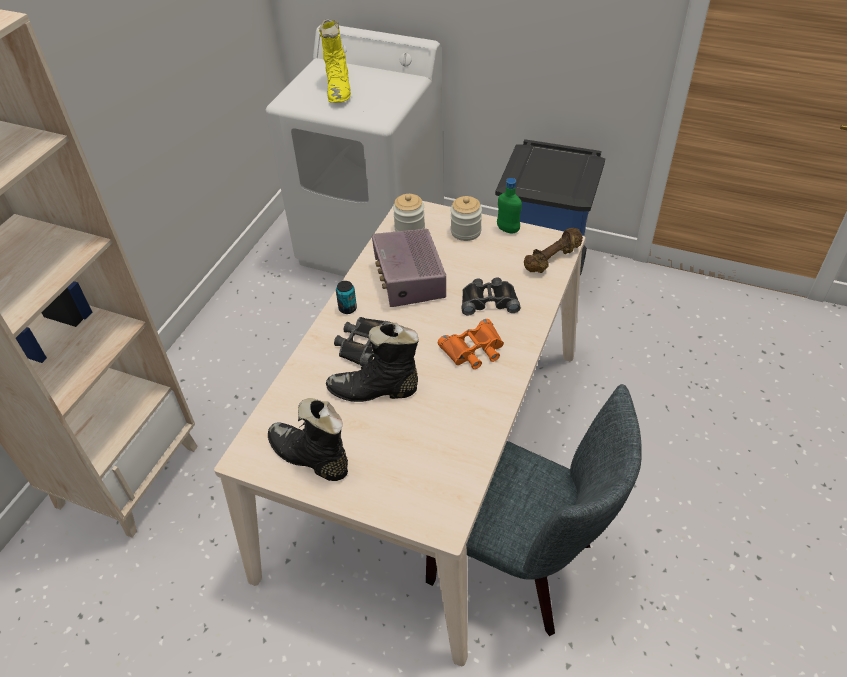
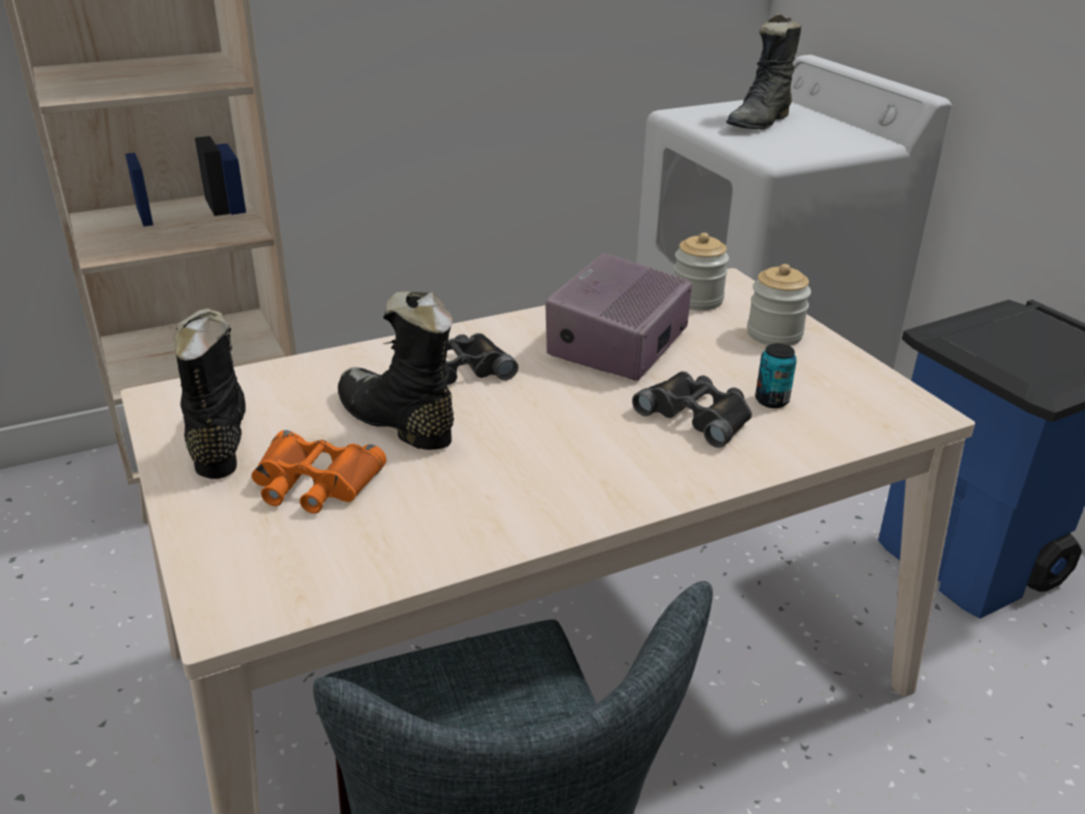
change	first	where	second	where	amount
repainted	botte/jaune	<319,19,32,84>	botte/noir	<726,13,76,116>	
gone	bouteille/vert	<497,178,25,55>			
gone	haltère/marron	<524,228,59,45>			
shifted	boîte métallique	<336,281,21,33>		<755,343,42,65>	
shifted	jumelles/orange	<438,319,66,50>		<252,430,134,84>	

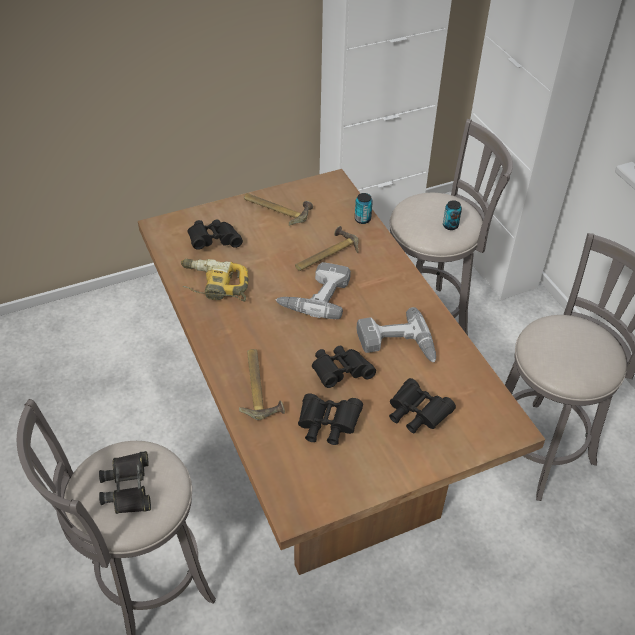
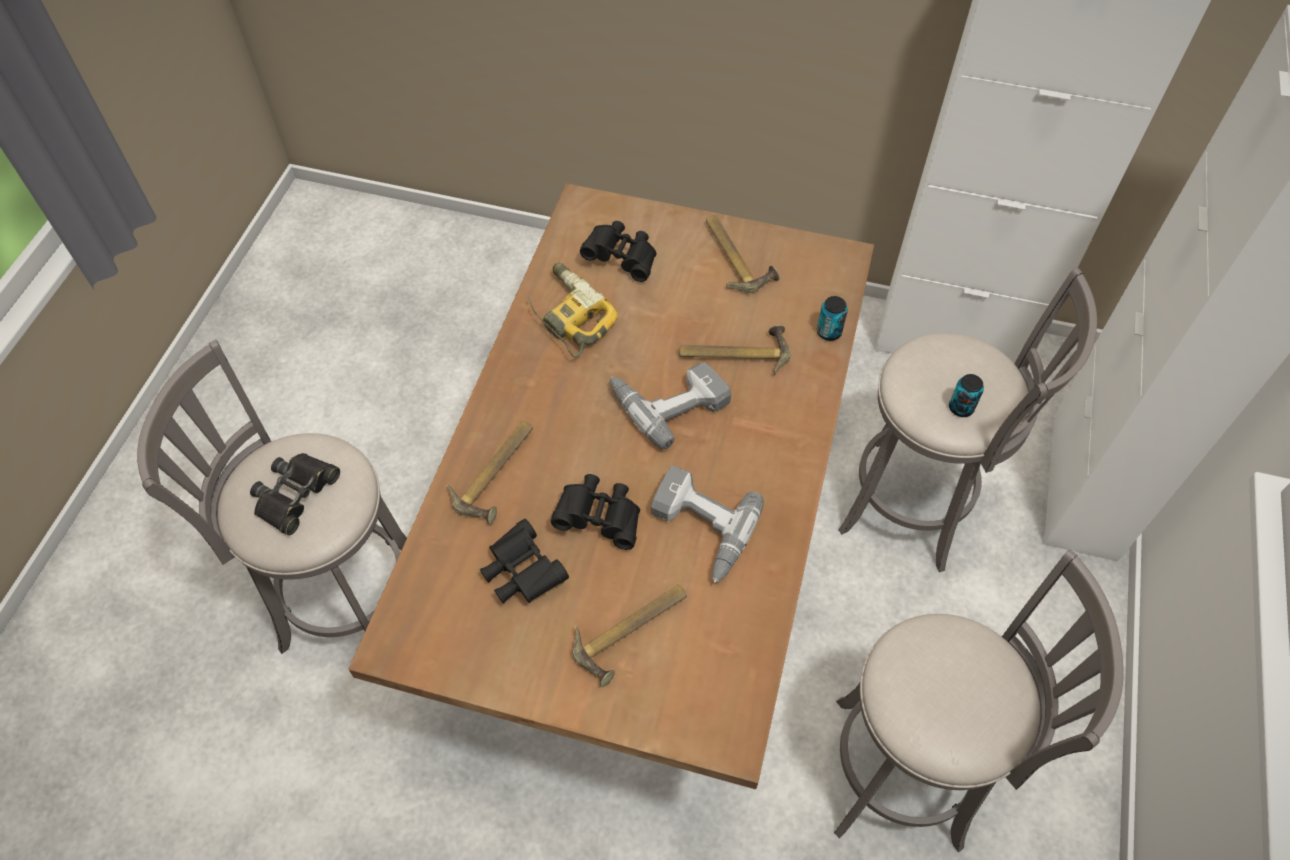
change	first	where	second	where	amount
swapped	jumelles/noir	<389,378,67,55>	marteau	<573,584,114,104>	

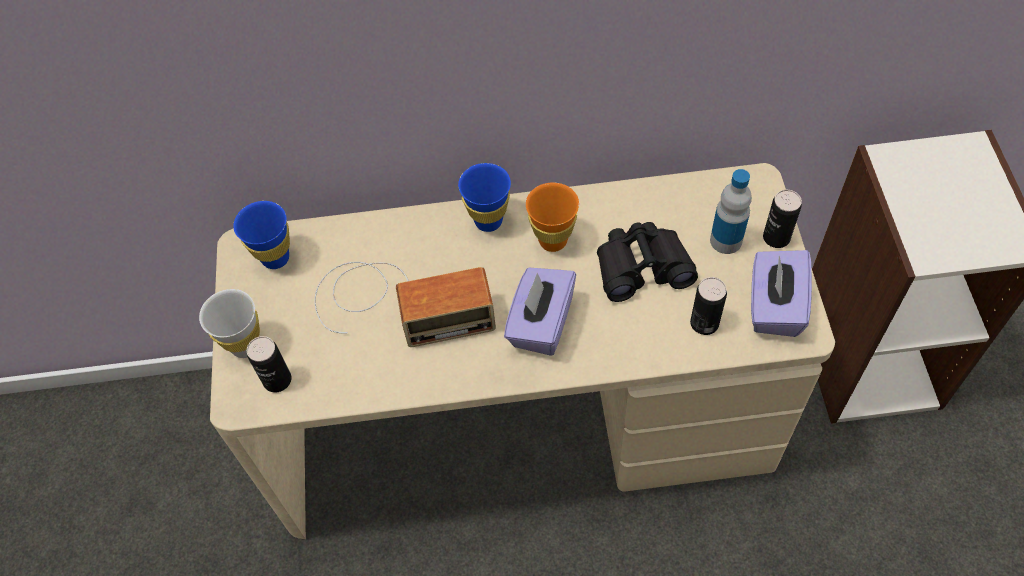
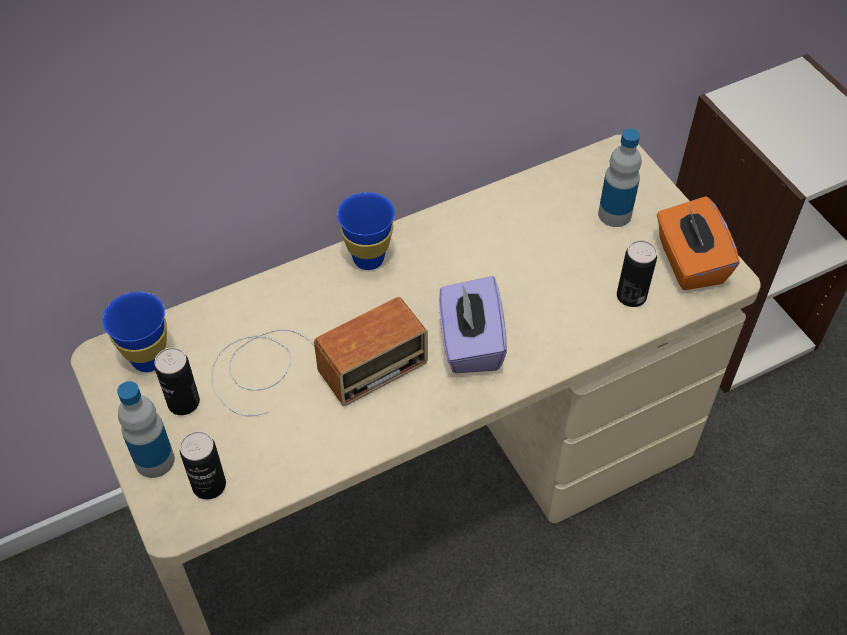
change	first	where	second	where	amount
gone	tasse/orange	<526,182,53,70>			
shifted	boîte métallique	<763,190,39,58>		<155,347,45,68>	
gone	jumelles/noir	<597,222,101,80>			
repainted	boîte à mouchoirs/violet	<751,250,61,87>	boîte à mouchoirs/orange	<657,196,83,94>	
swapped	tasse/blanc	<199,289,61,69>	bouteille	<117,381,58,97>	

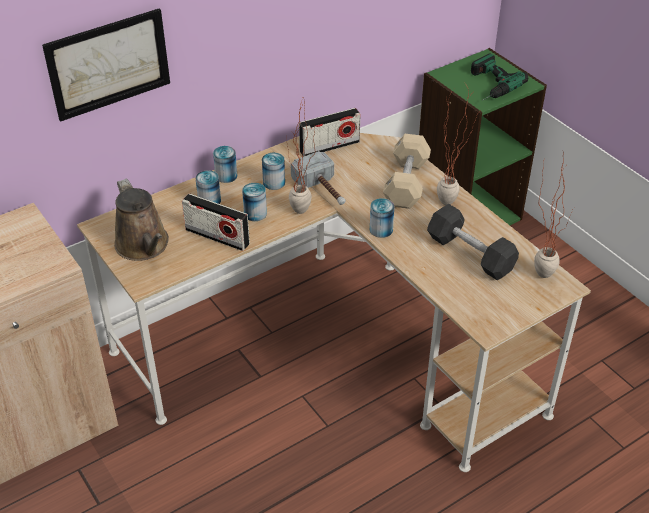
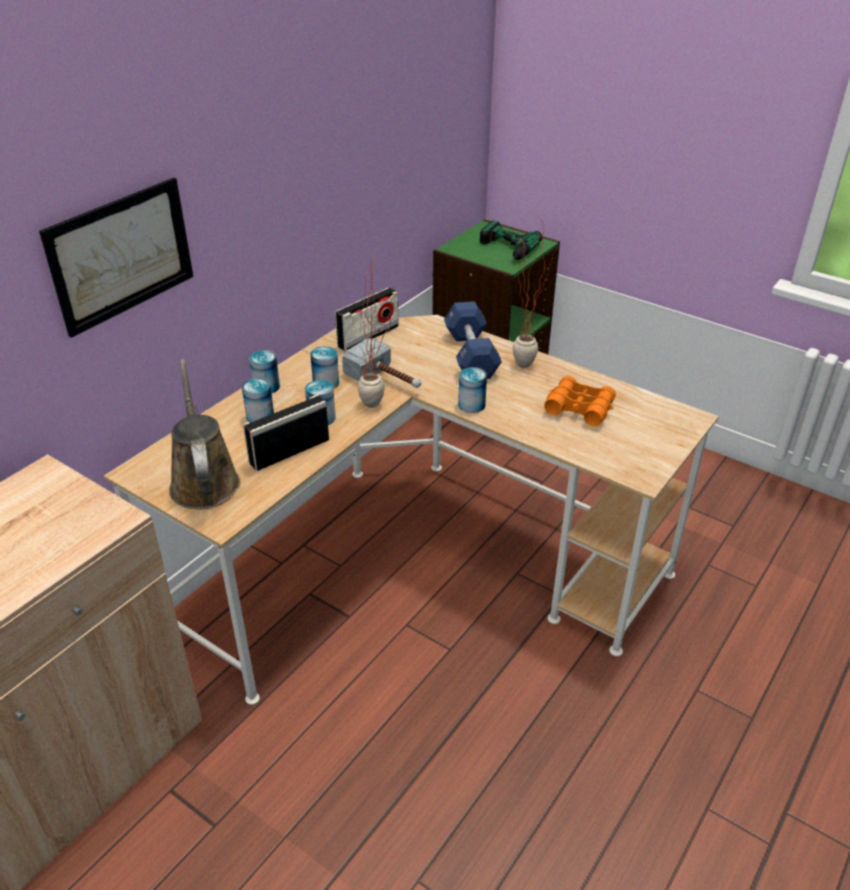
change	first	where	second	where	amount
repainted	haltère/beige	<383,134,48,75>	haltère/bleu	<444,301,58,78>	
gone	plante en pot	<534,152,40,126>			
rotated	arrosoir/marron	<114,179,55,82>		<169,359,71,150>	150 degrees counterclockwise
rotated	radio	<182,193,68,58>		<243,395,86,76>	135 degrees clockwise
swapped	haltère/noir	<427,203,92,77>	jumelles/orange	<544,376,72,50>	

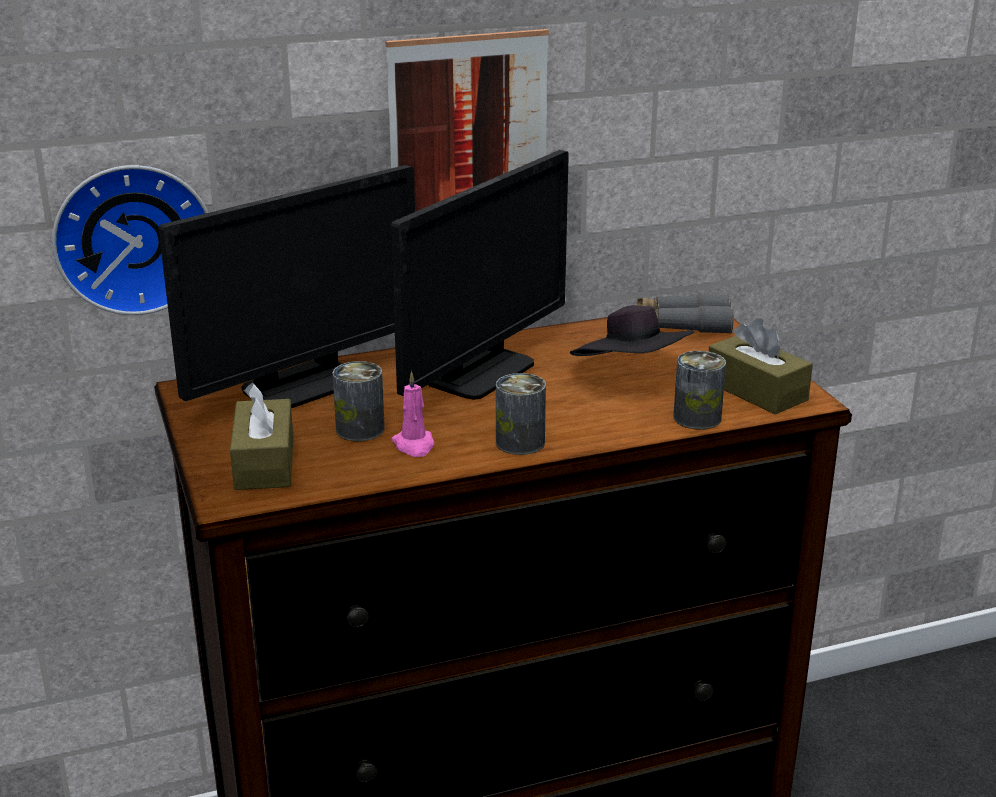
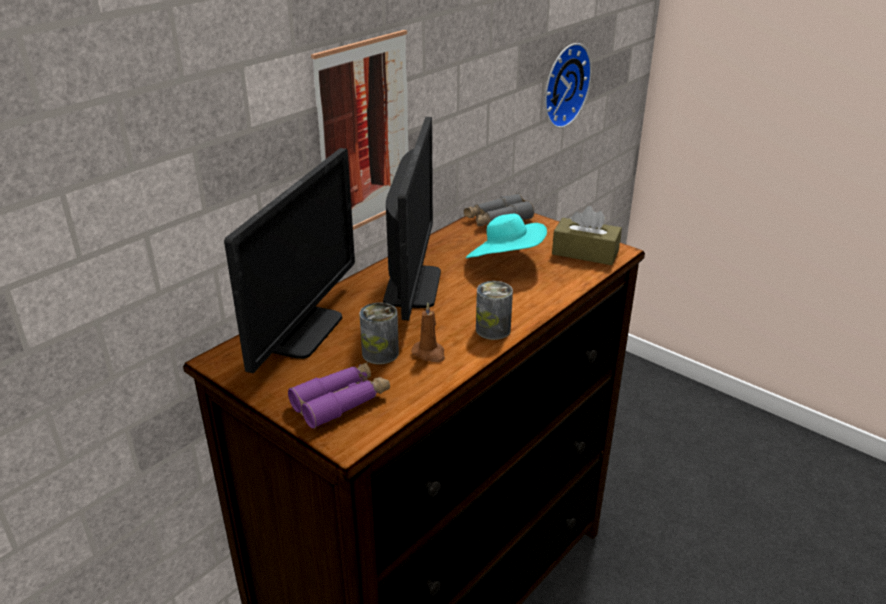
change	first	where	second	where	amount
shifted	horloge murale	<52,165,157,150>		<544,43,48,85>	
repainted	chapeau/noir	<570,305,124,51>	chapeau/turquoise	<466,214,81,44>	
gone	boîte métallique	<673,351,53,79>			
repainted	bougie/rose	<391,371,43,86>	bougie/marron	<411,302,34,60>	
swapped	boîte à mouchoirs/marron	<230,383,63,107>	jumelles/violet	<288,362,102,67>	

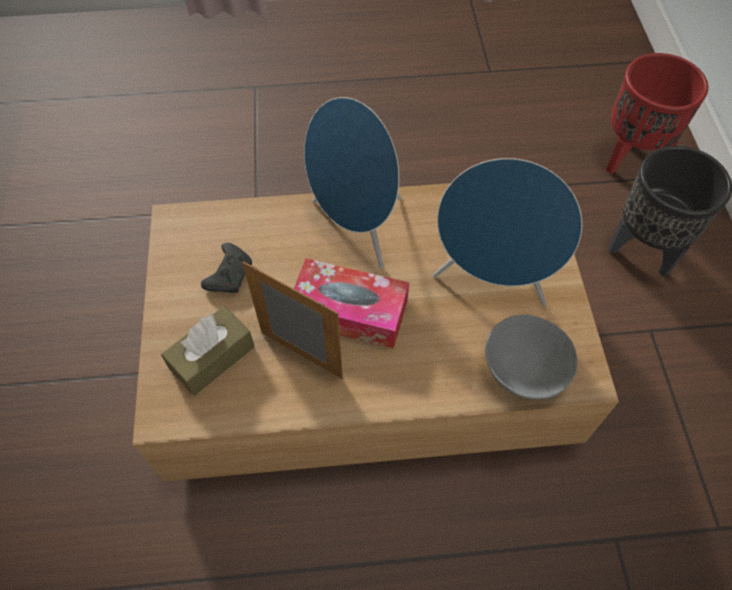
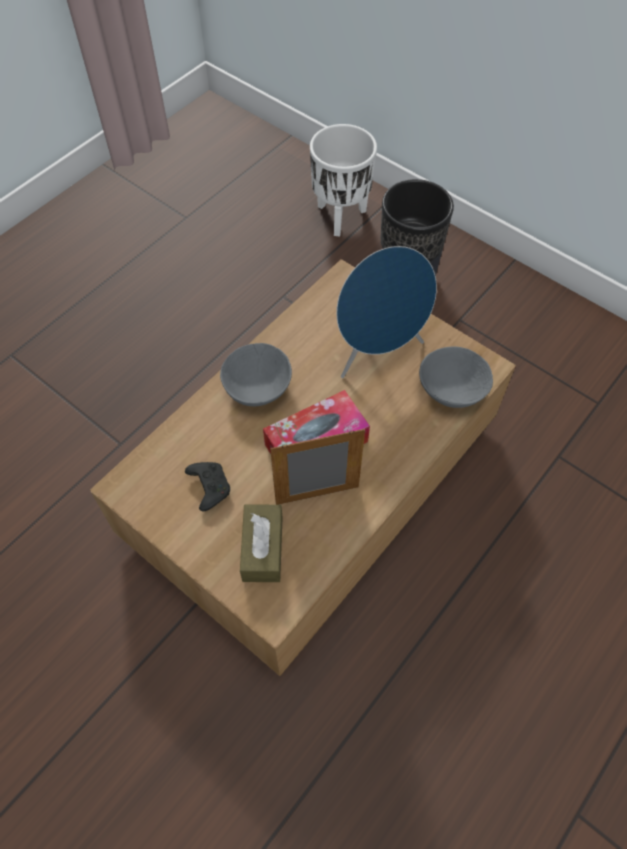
change	first	where	second	where	amount
repainted	cache-pot/rouge	<606,53,102,121>	cache-pot/blanc	<310,124,67,113>	
swapped	enceinte/bleu	<304,97,98,172>	bol/gris	<220,343,72,63>	

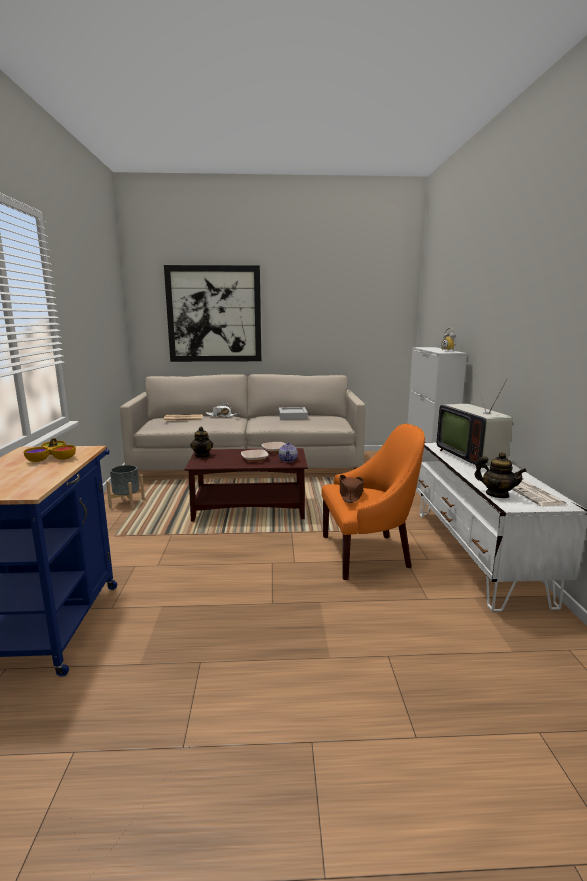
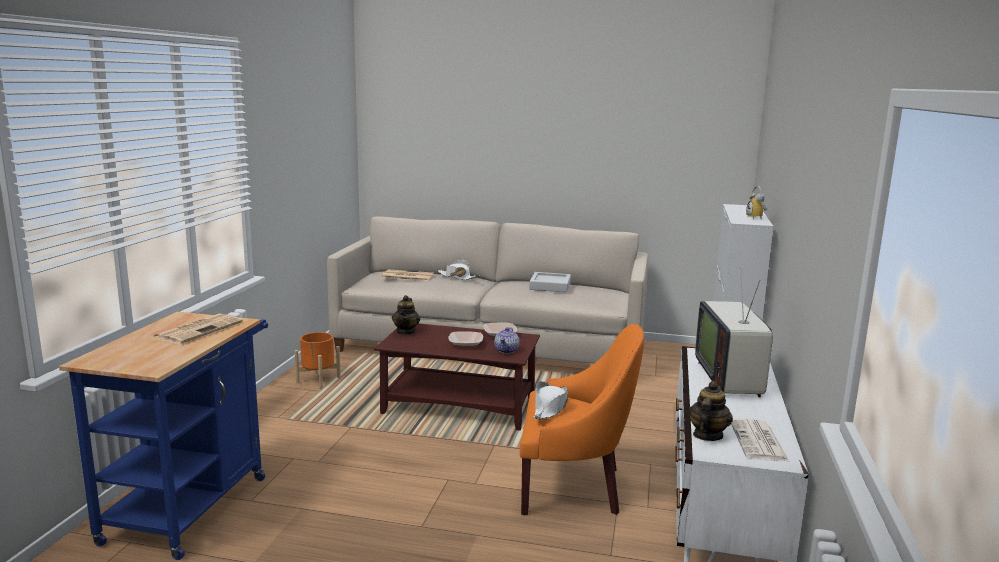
change	first	where	second	where	amount
gone	tableau	<164,265,97,97>			
swapped	bol	<24,438,52,24>	journal	<152,314,91,30>	
rotated	théière	<474,452,53,46>		<688,381,45,60>	120 degrees counterclockwise
repainted	cache-pot/gris	<106,465,39,45>	cache-pot/orange	<294,332,47,57>	
repainted	chapeau/marron	<340,475,24,28>	chapeau/blanc	<533,381,35,38>	

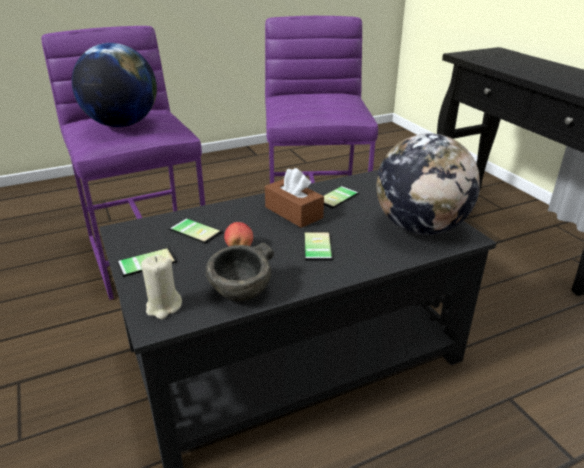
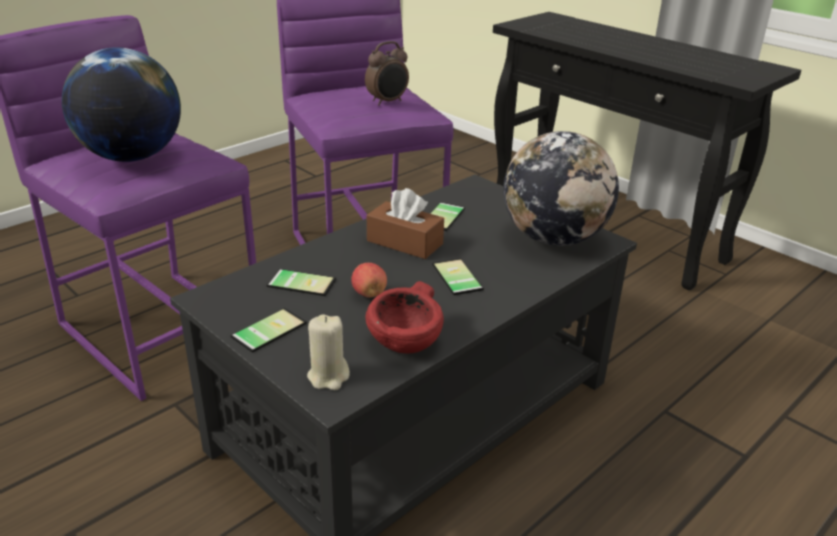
change	first	where	second	where	amount
repainted	bol/gris	<206,243,68,58>	bol/rouge	<366,281,78,73>	
new			réveil	<365,41,44,65>	

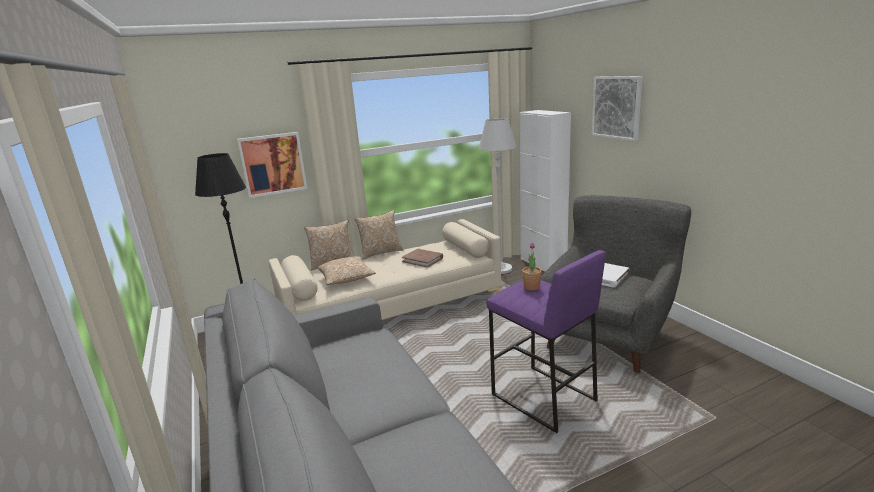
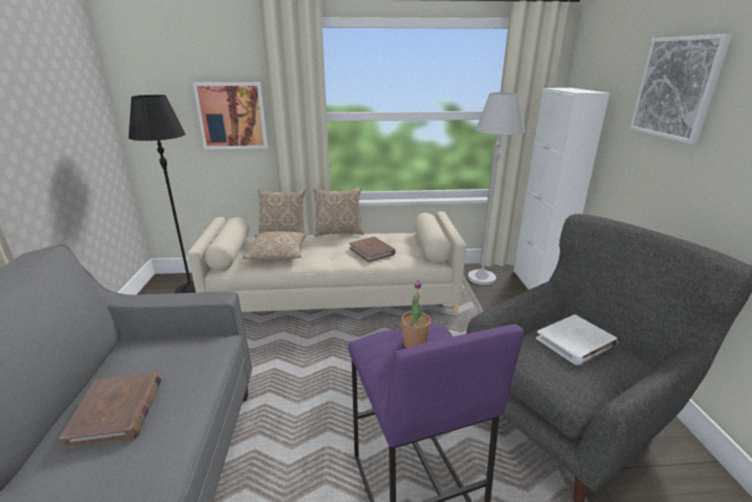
change	first	where	second	where	amount
new			livre/marron	<59,373,103,76>	

